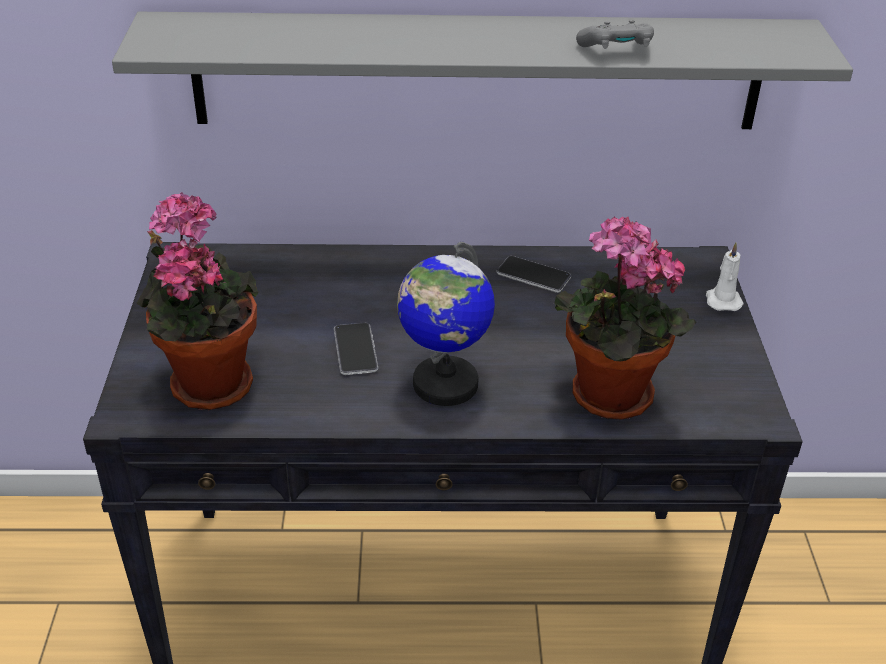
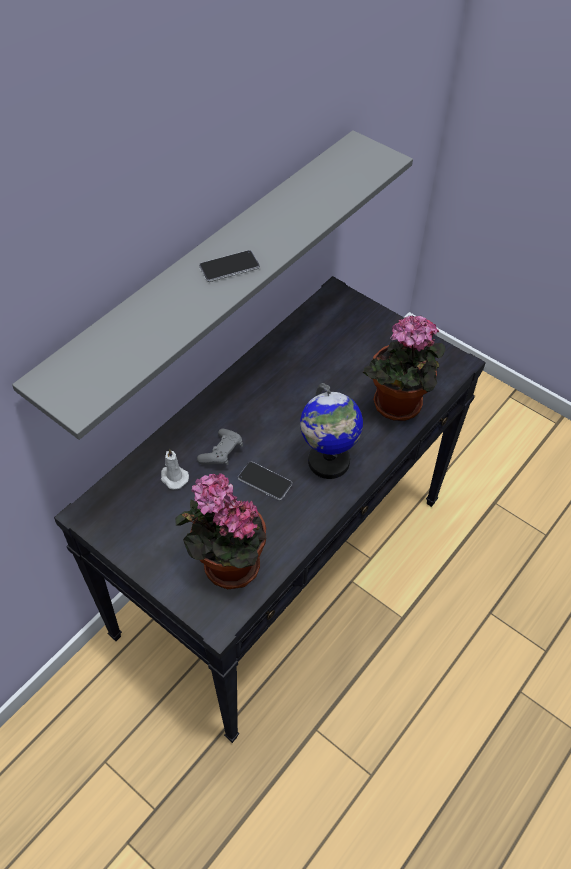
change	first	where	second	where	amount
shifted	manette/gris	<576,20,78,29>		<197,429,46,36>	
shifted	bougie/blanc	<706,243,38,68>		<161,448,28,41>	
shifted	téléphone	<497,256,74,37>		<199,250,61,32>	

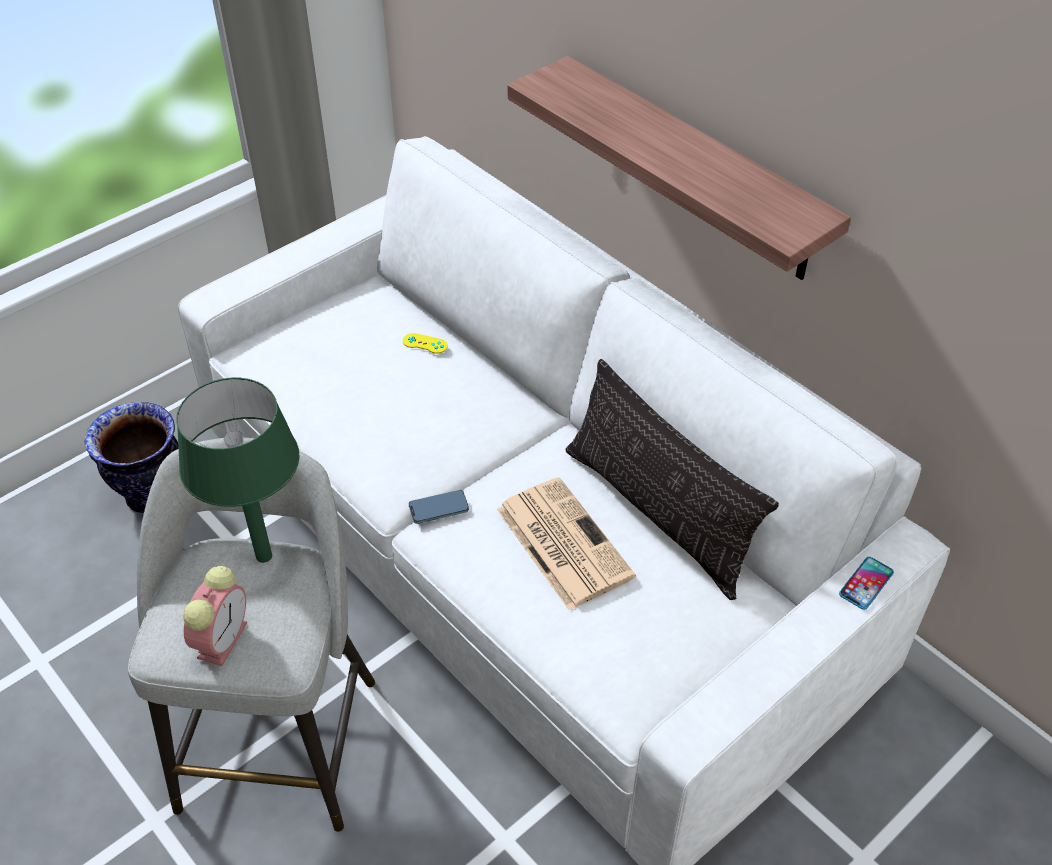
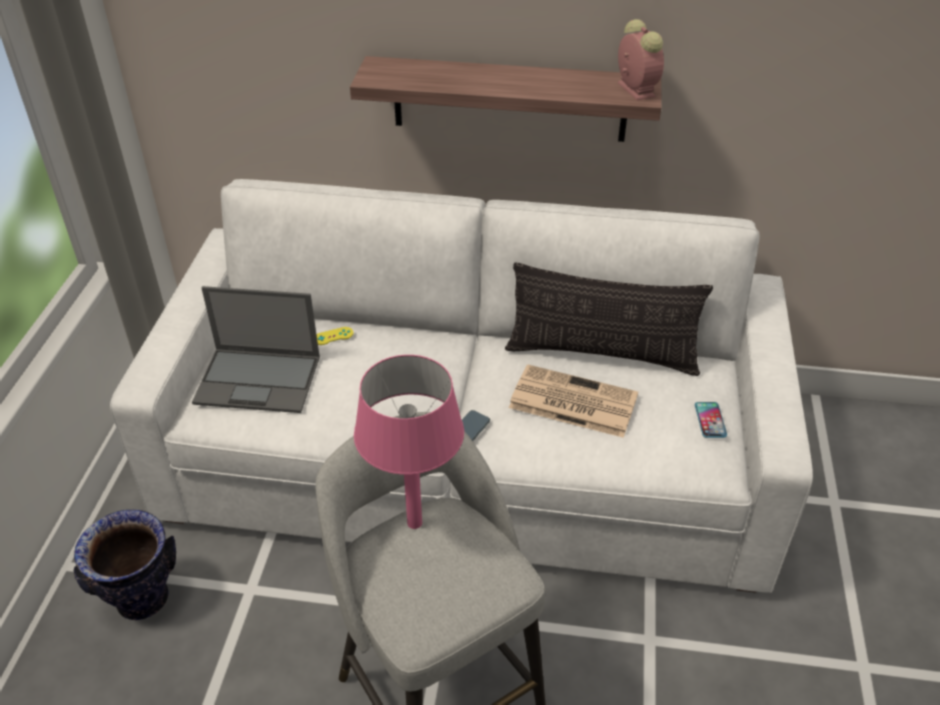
change	first	where	second	where	amount
repainted	lampe de table/vert	<176,378,124,185>	lampe de table/rose	<354,355,110,174>	
shifted	téléphone	<839,557,55,53>		<695,402,32,36>	
shifted	réveil	<183,566,64,100>		<618,19,46,82>	
new			ordinateur portable	<192,286,128,127>	

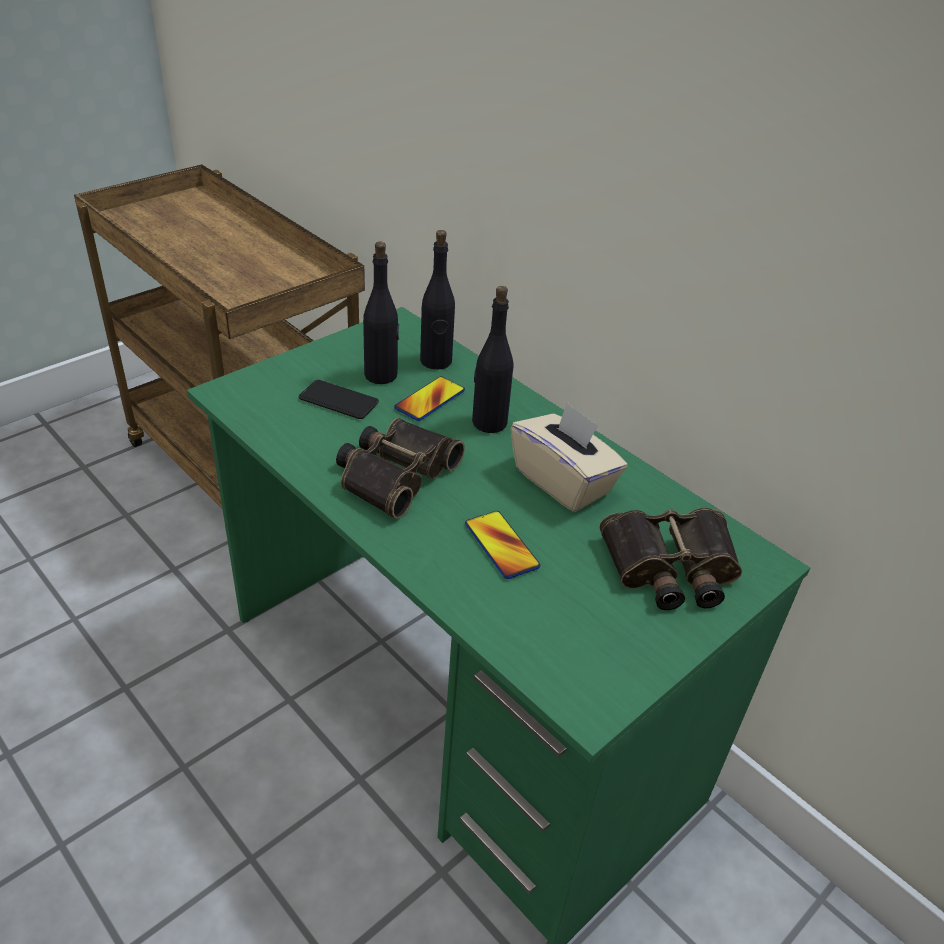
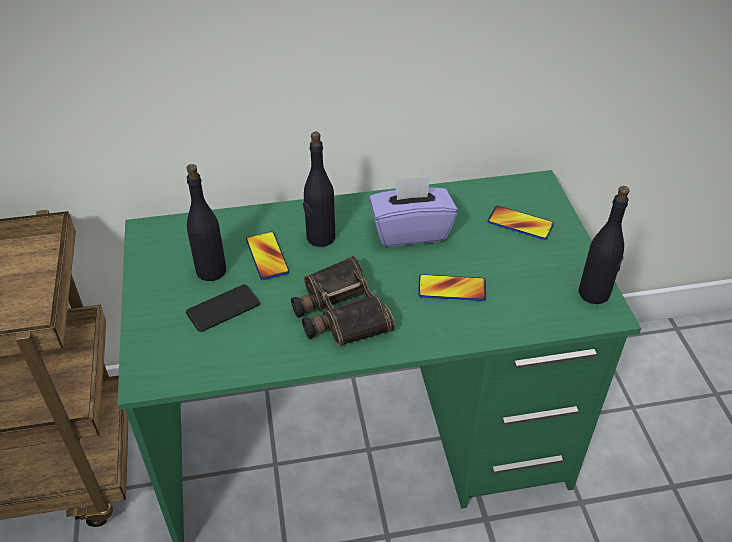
change	first	where	second	where	amount
shifted	bouteille/noir	<420,230,35,140>		<579,186,50,118>	
repainted	boîte à mouchoirs/beige	<511,402,116,110>	boîte à mouchoirs/violet	<369,176,89,70>	
swapped	jumelles	<599,508,143,102>	téléphone	<487,205,67,35>	

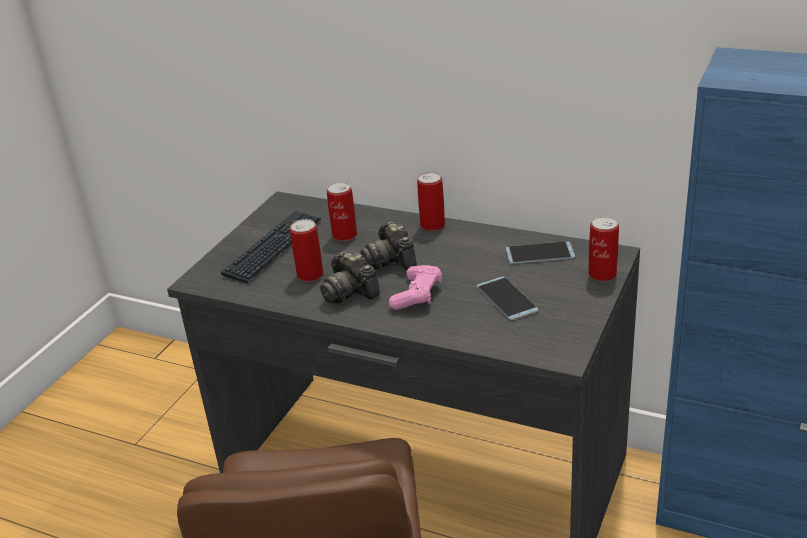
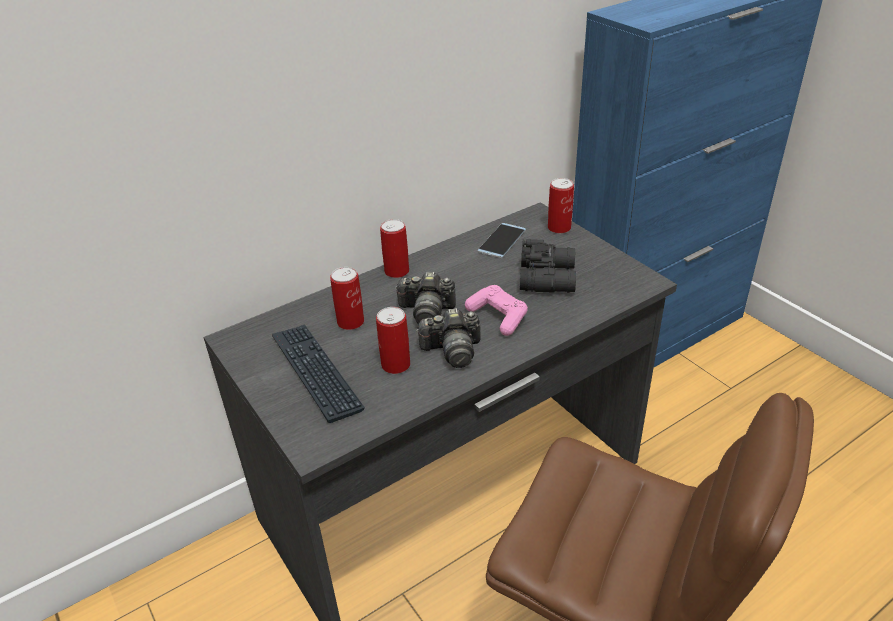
change	first	where	second	where	amount
swapped	téléphone	<476,277,63,43>	jumelles/noir	<520,239,56,54>	

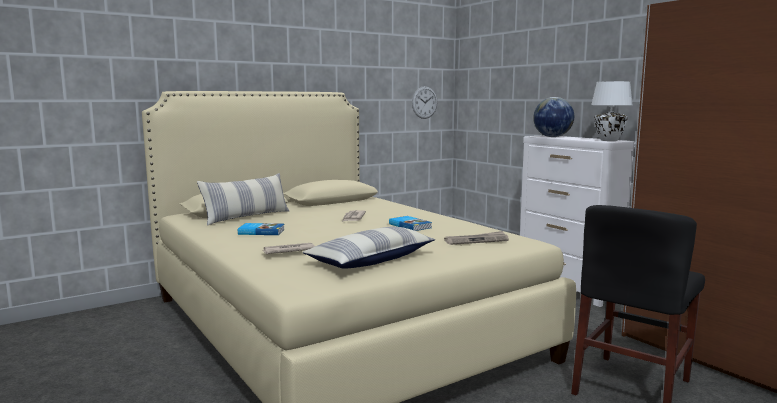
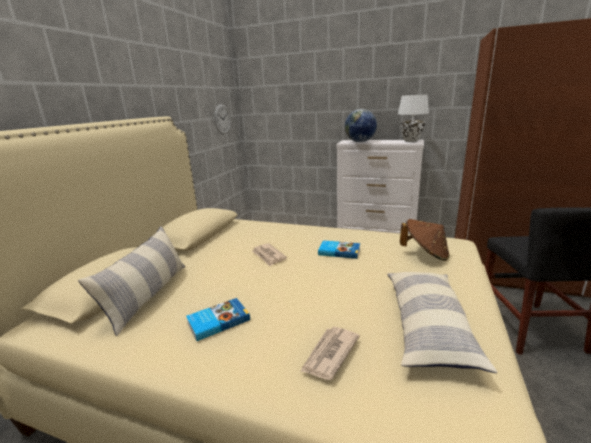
change	first	where	second	where	amount
swapped	journal	<444,231,65,14>	chapeau/marron	<400,219,49,42>	

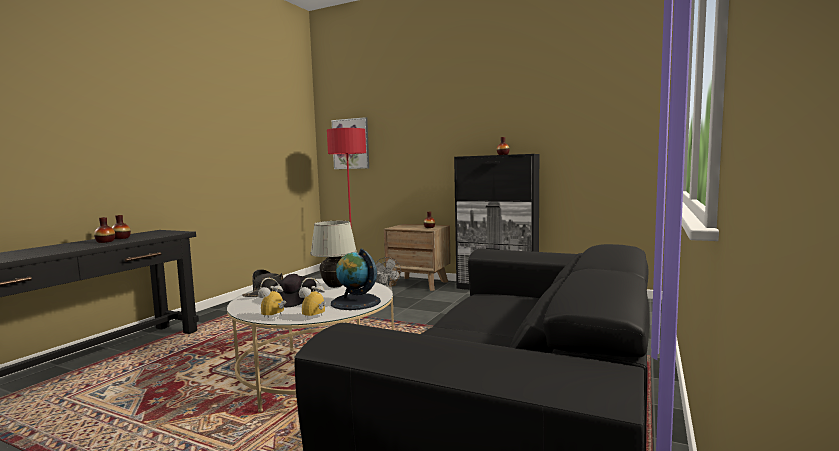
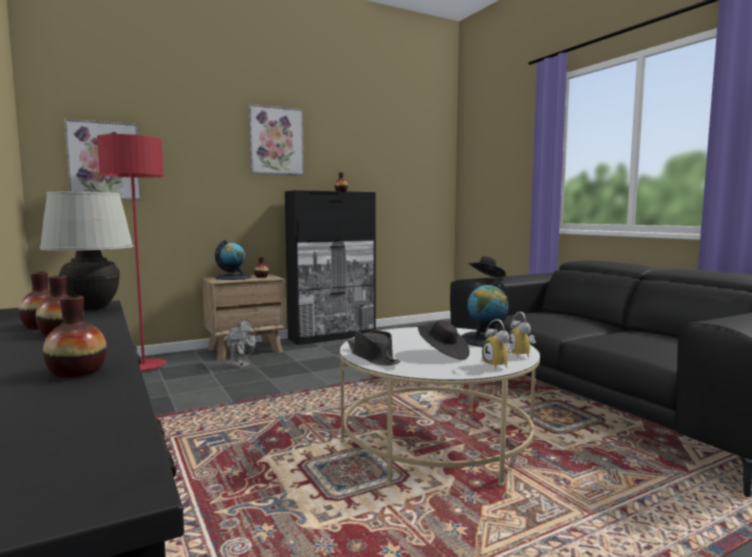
change	first	where	second	where	amount
shifted	lampe de table/blanc	<310,221,47,67>		<40,192,93,118>	
new			tableau	<248,104,56,72>	
new			globe	<215,240,36,40>	
new			chapeau/noir	<468,256,38,22>	
new			vase	<43,295,64,83>	

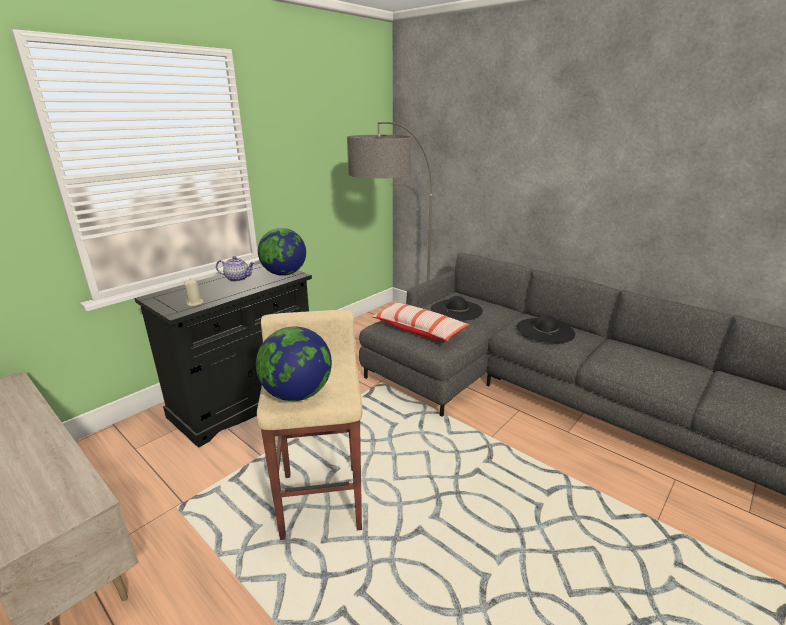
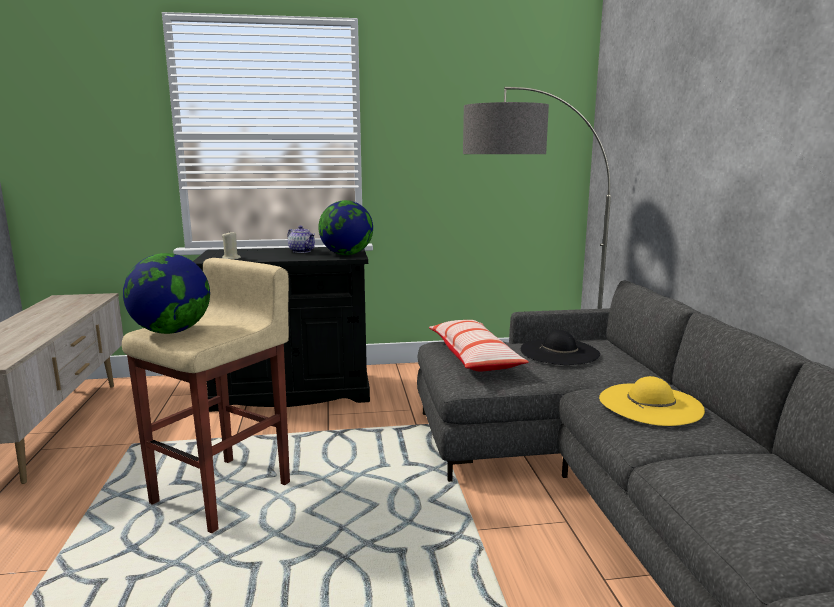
change	first	where	second	where	amount
repainted	chapeau/noir	<517,315,58,28>	chapeau/jaune	<599,376,106,50>	

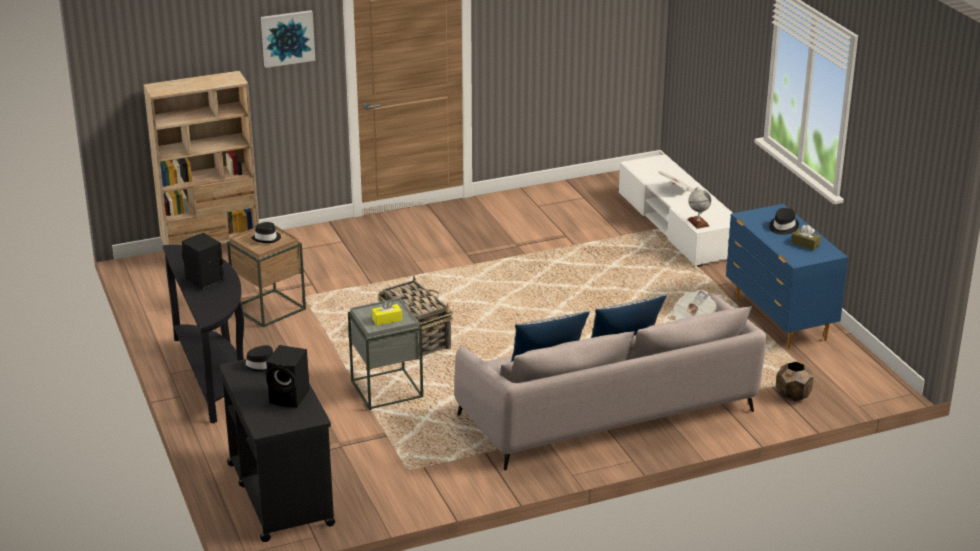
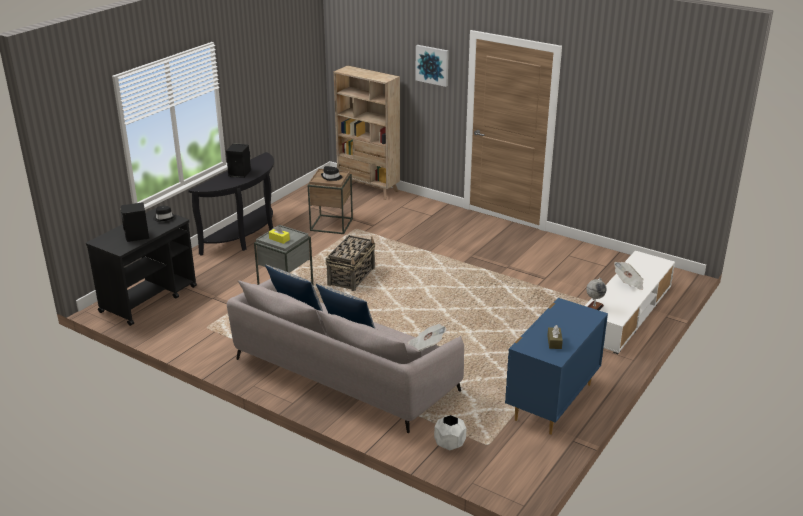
change	first	where	second	where	amount
gone	chapeau/noir	<769,208,30,27>			
repainted	cache-pot/marron	<776,362,37,40>	cache-pot/blanc	<434,415,33,35>	

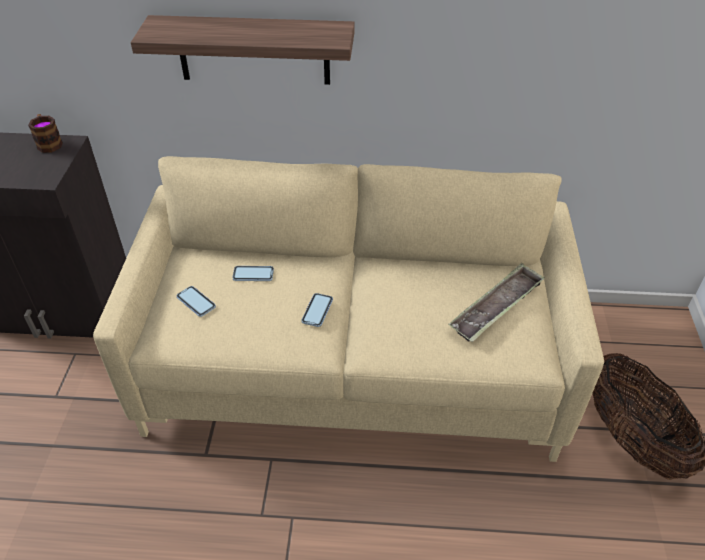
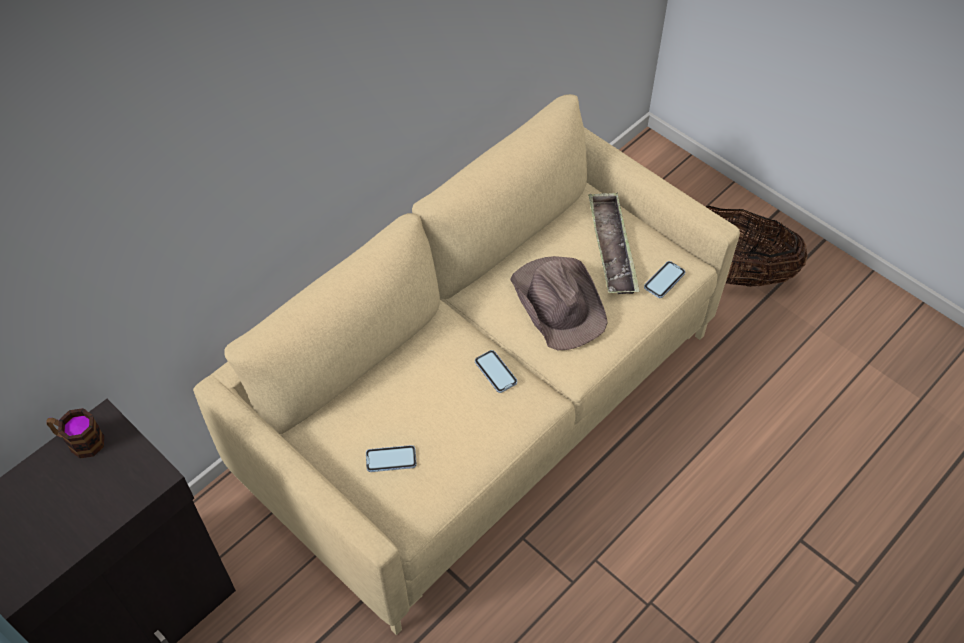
change	first	where	second	where	amount
gone	étagère	<131,15,224,70>			
shifted	téléphone	<232,266,42,15>		<644,261,41,37>	
new			chapeau/marron	<510,256,98,94>	

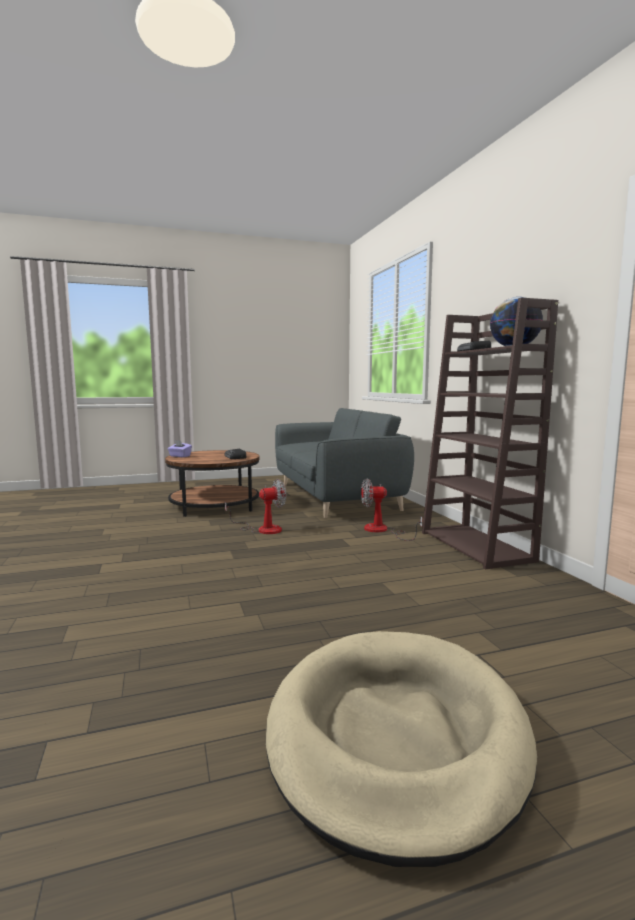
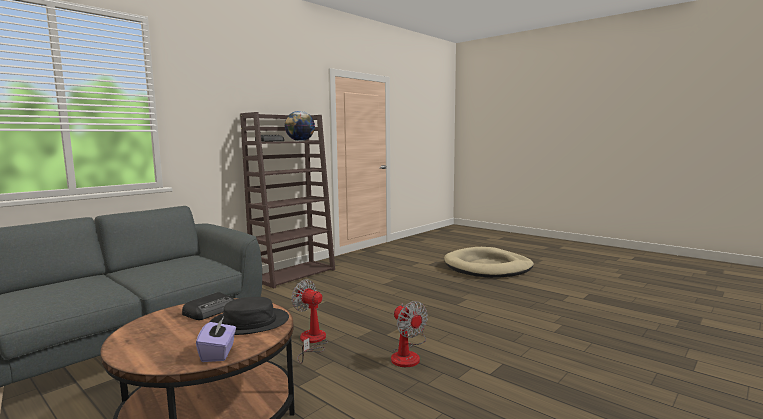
change	first	where	second	where	amount
shifted	ventilateur	<361,478,62,63>		<391,301,37,66>	
new			chapeau/noir	<210,297,79,38>	

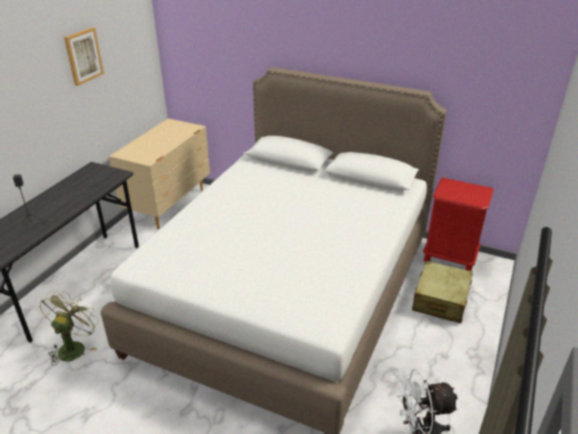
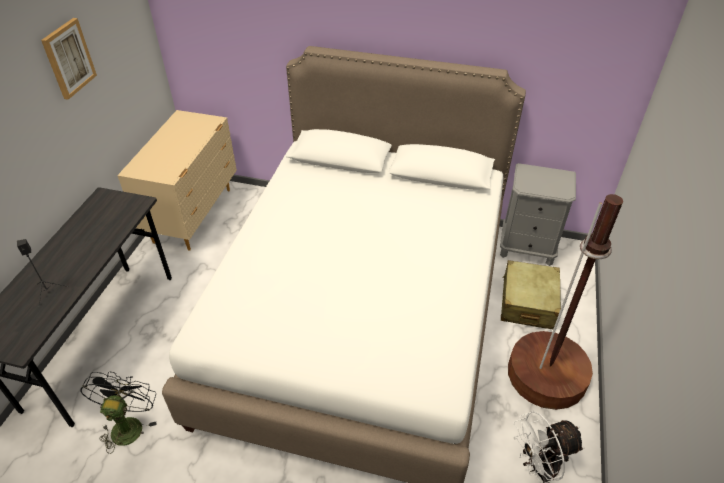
change	first	where	second	where	amount
repainted	table de chevet/rouge	<423,178,71,93>	table de chevet/gris	<500,163,76,103>	
repainted	ventilateur/vert	<40,291,59,75>	ventilateur/noir	<80,371,76,83>	
new			lampadaire/marron	<508,194,115,216>	

